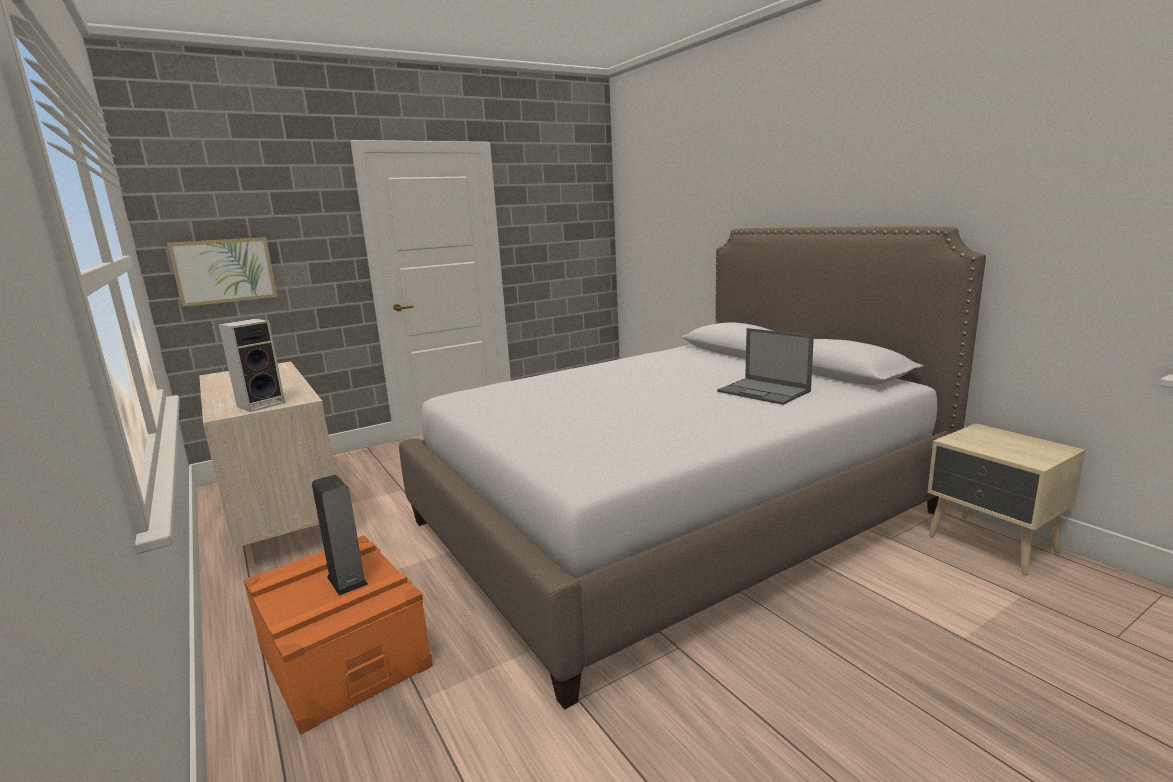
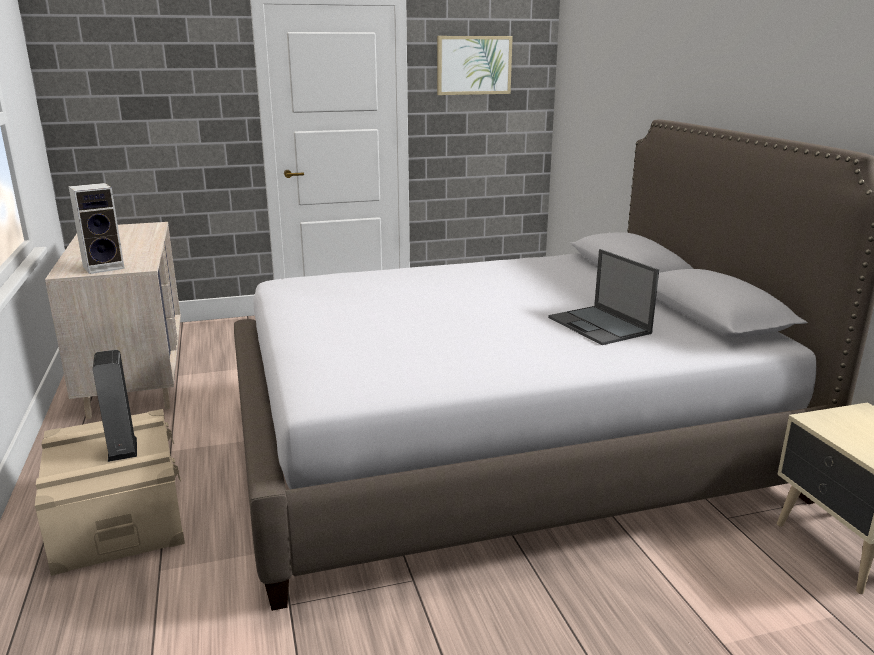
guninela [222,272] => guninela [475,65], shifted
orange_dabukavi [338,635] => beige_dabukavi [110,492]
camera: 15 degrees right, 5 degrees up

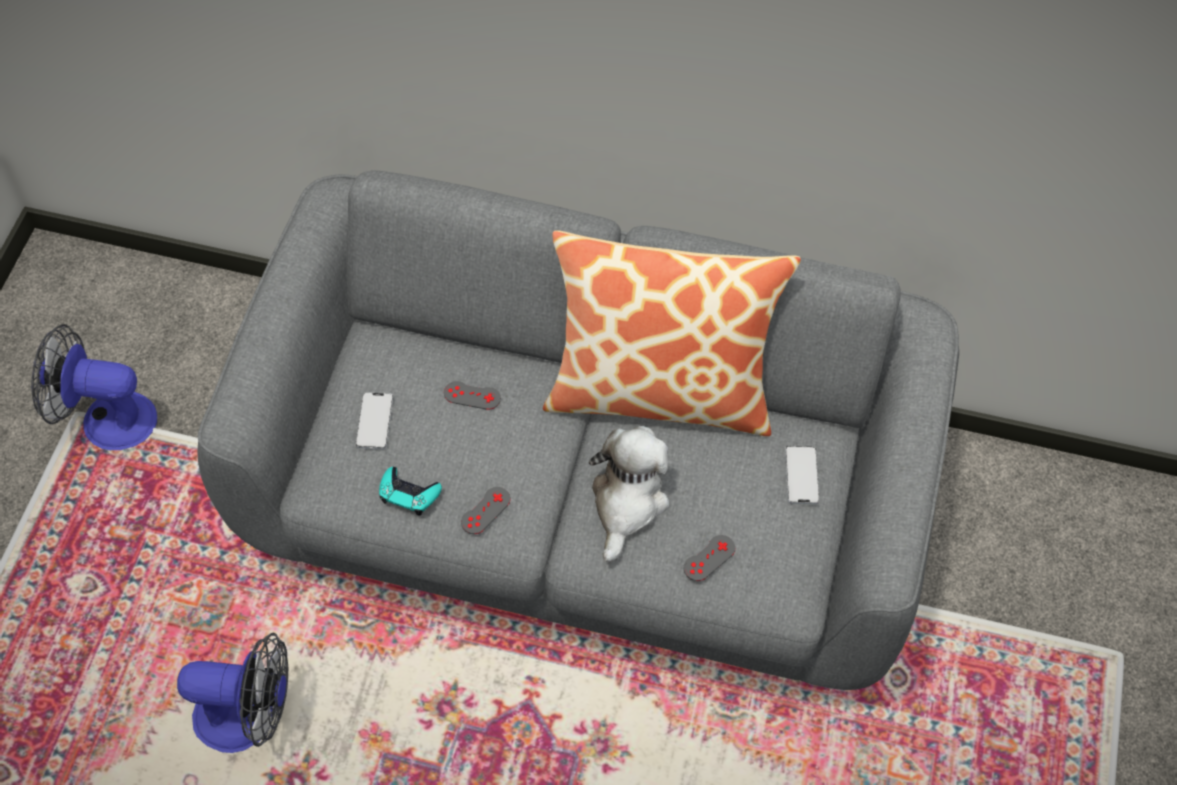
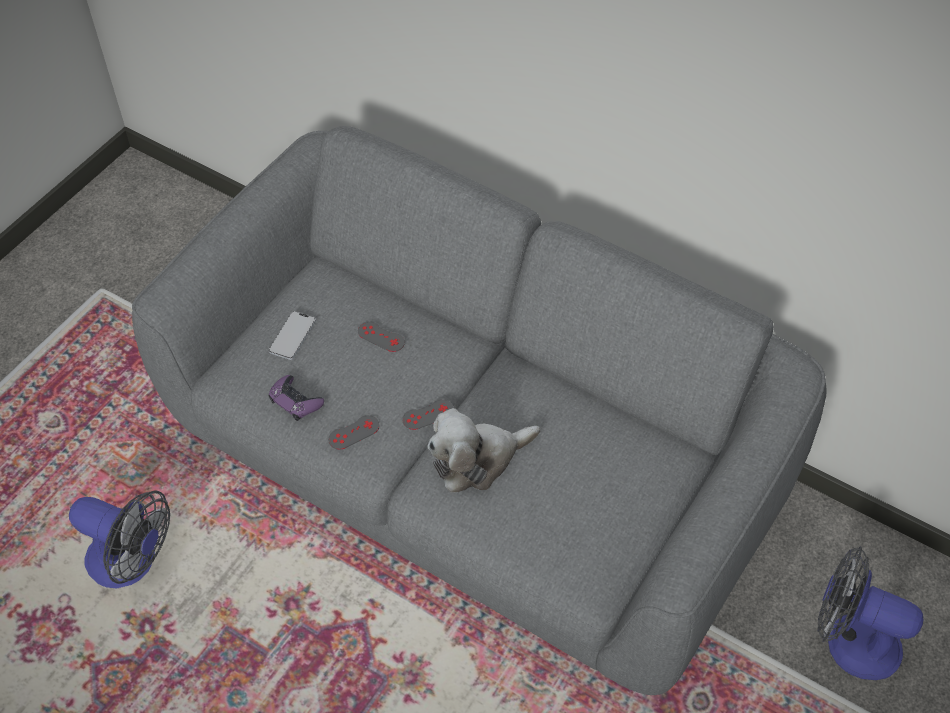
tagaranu [672,333] => nothing
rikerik [94,387] => rikerik [870,613], shifted
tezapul [629,494] => tezapul [483,450], 150 degrees counterclockwise
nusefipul [802,475] => nothing
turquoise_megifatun [410,491] => purple_megifatun [296,398]
grey_megifatun [709,558] => grey_megifatun [428,414], shifted
camera: 20 degrees right, 5 degrees down

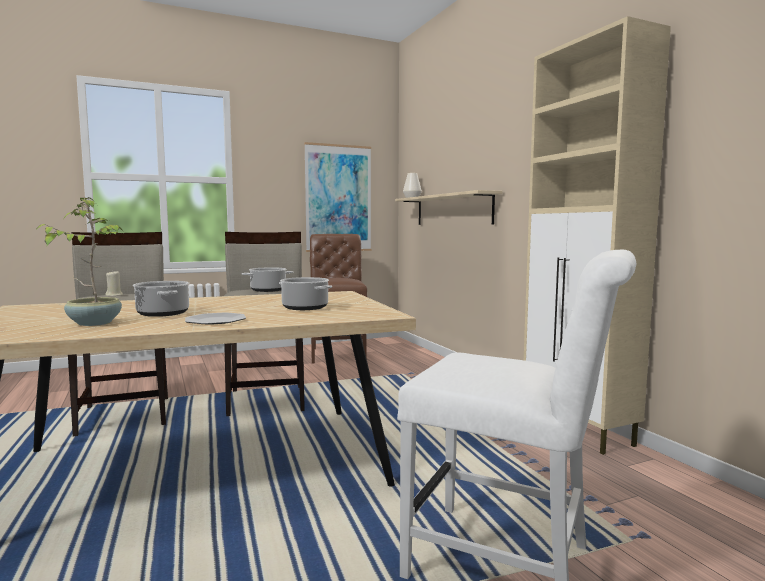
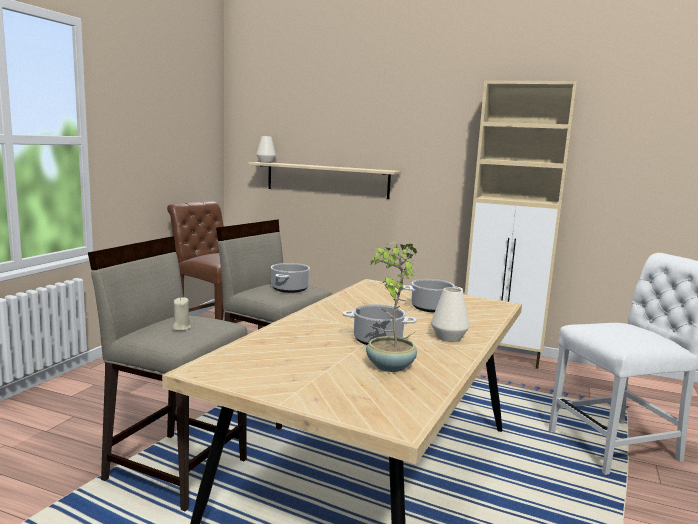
guninela [337,197] => nothing
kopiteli [215,318] => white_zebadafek [450,314]
camera: 45 degrees left, 5 degrees up

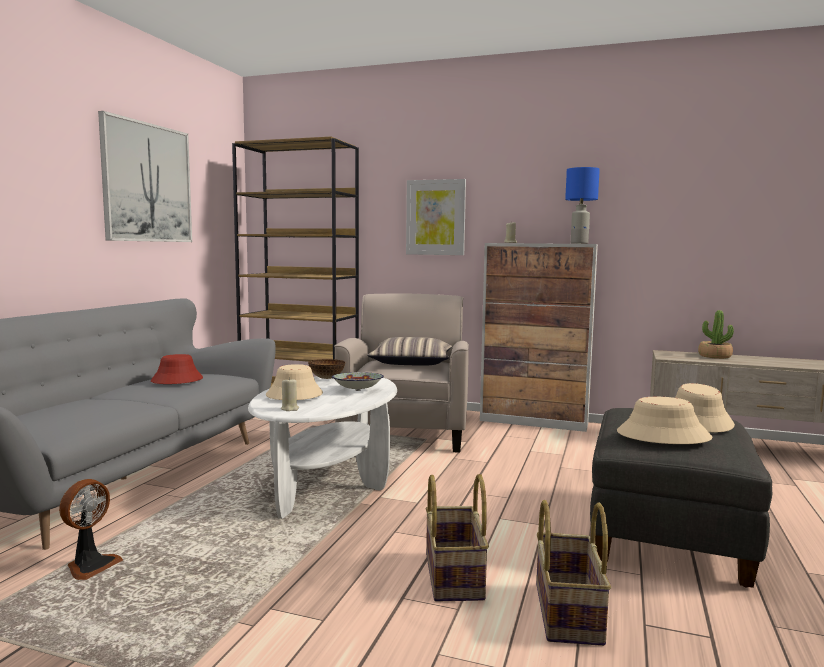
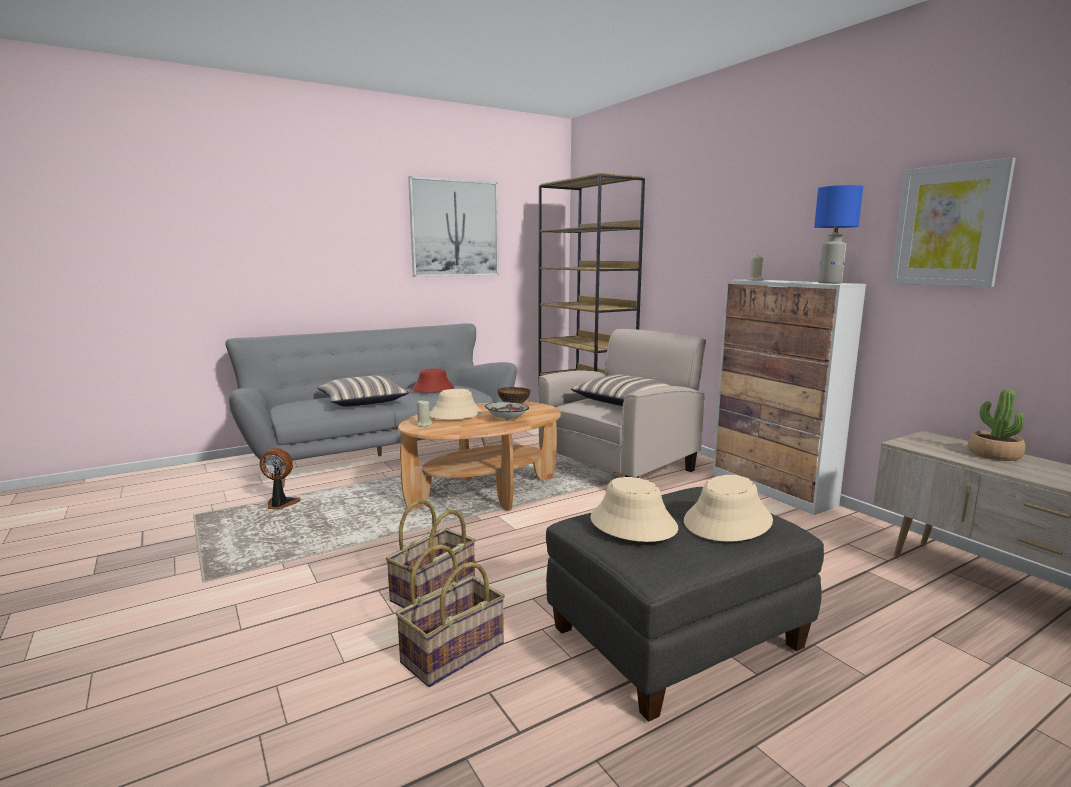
guninela [436,217] => guninela [953,222], shifted
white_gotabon [322,447] => brown_gotabon [479,456]
rikerik [91,529] => rikerik [280,478], 150 degrees counterclockwise
nothing => tagaranu [363,391]
camera: 40 degrees right, 5 degrees up

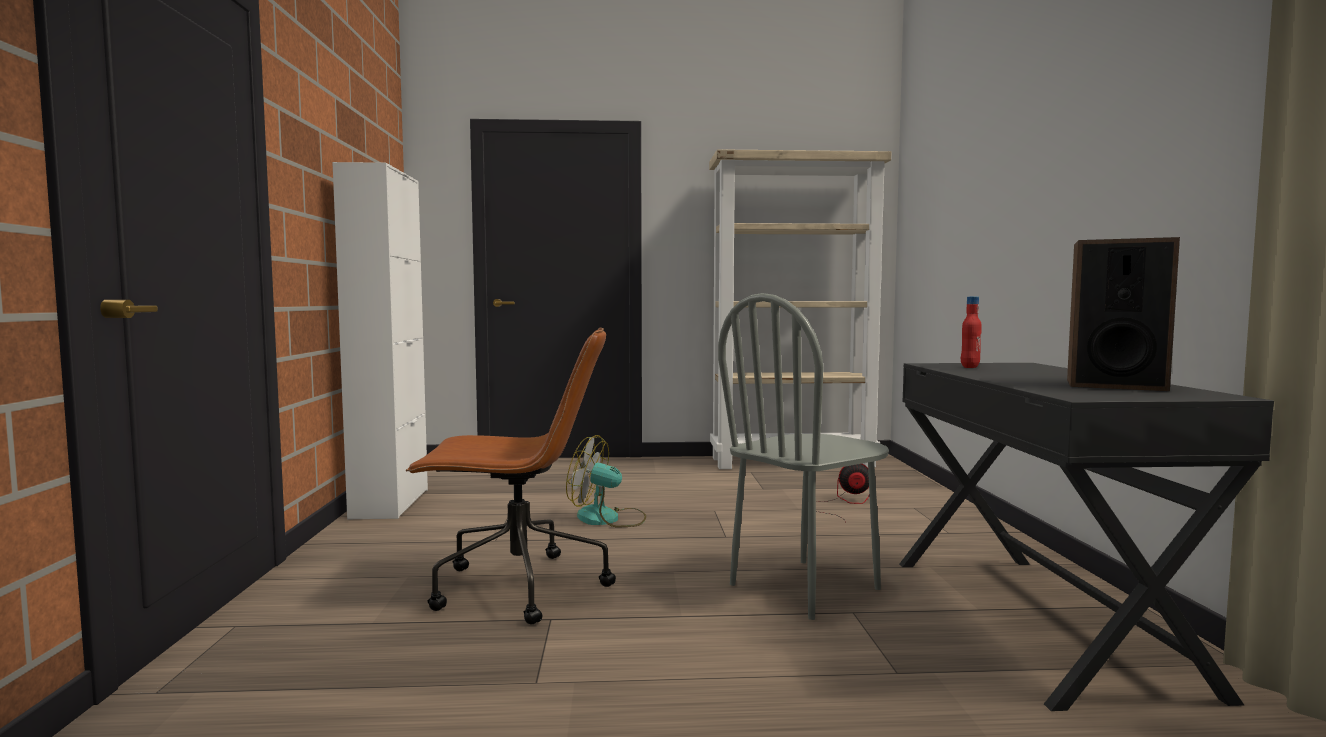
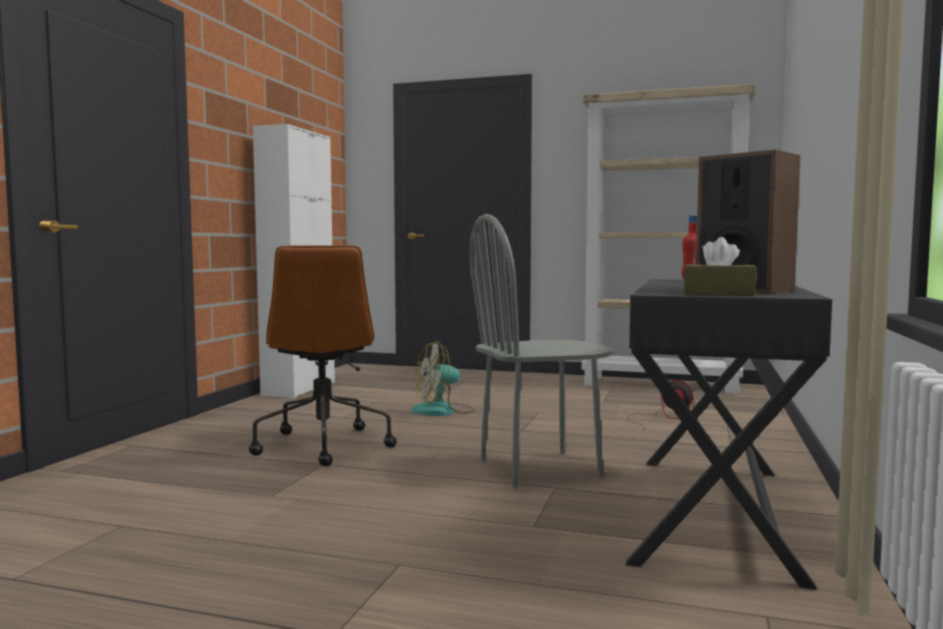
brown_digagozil [511,476] => brown_digagozil [323,355], 60 degrees clockwise
rikerik [606,481] => rikerik [443,378], 60 degrees counterclockwise
nothing => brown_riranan [720,266]
camera: 20 degrees right, 0 degrees up

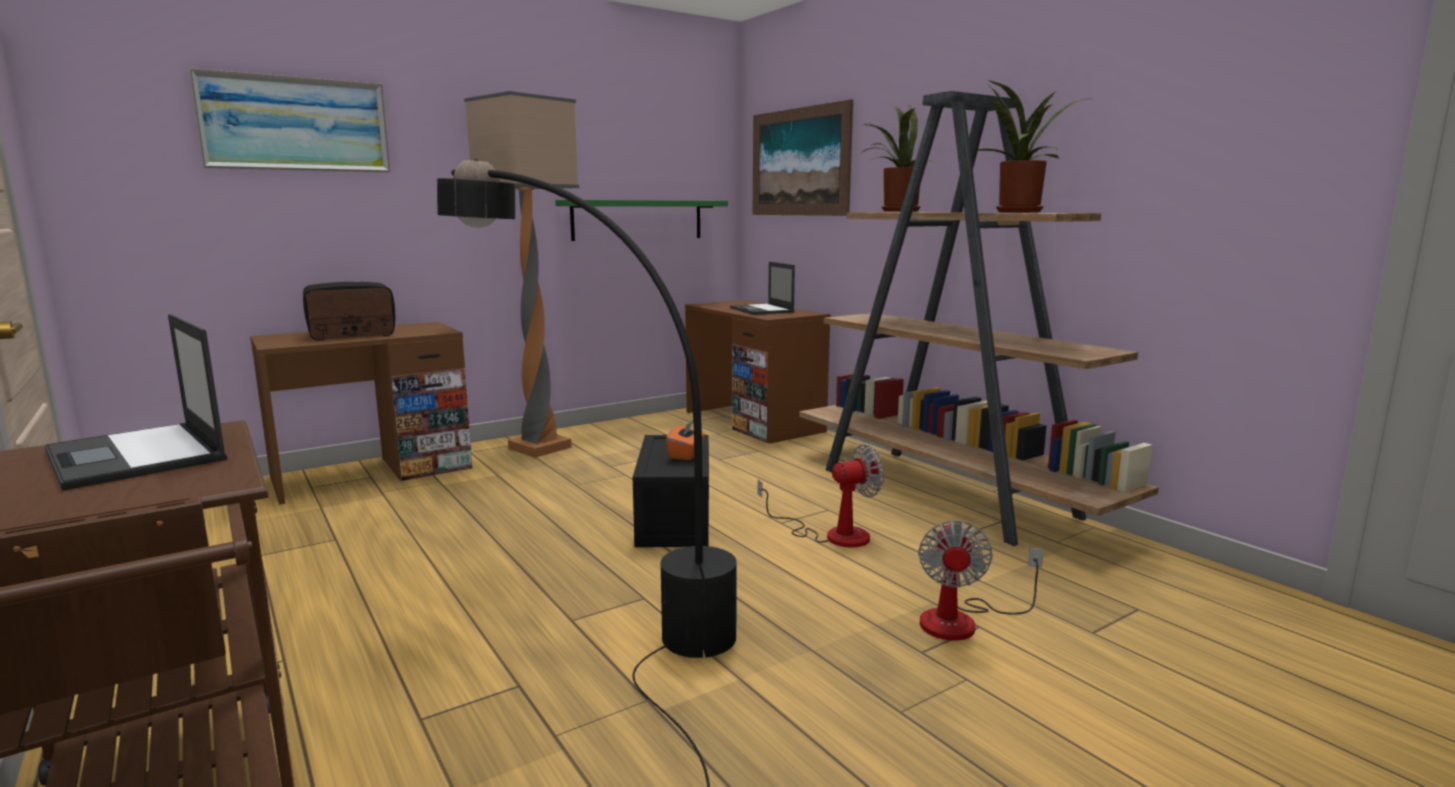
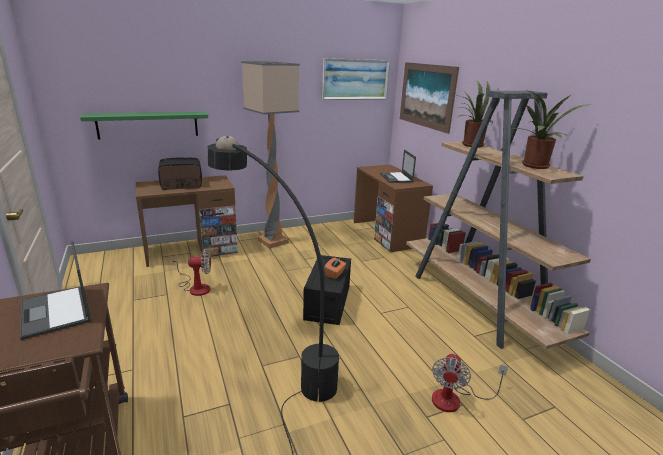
guninela [289,120] => guninela [356,79], shifted
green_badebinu [641,220] => green_badebinu [144,126], shifted
rikerik [821,495] => rikerik [191,272], shifted
camera: 10 degrees right, 10 degrees up

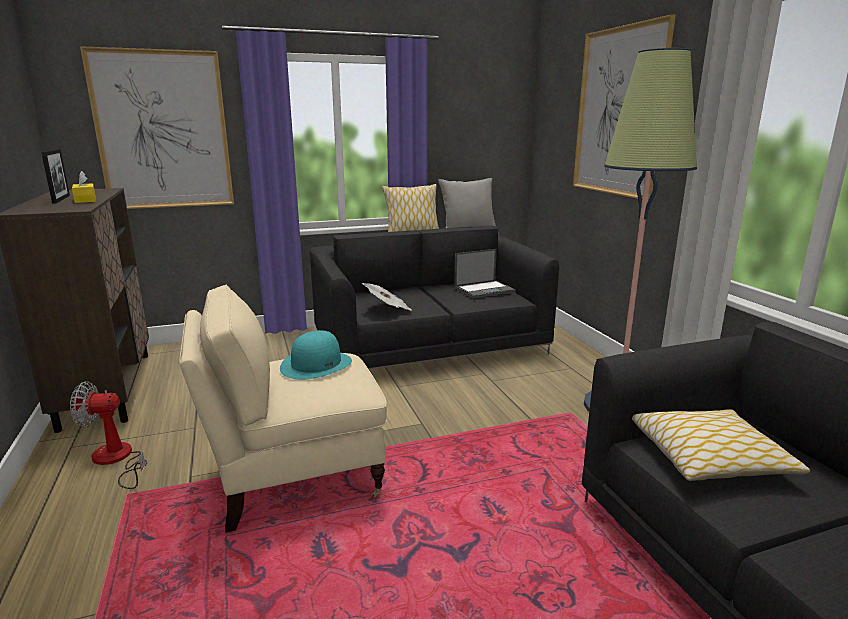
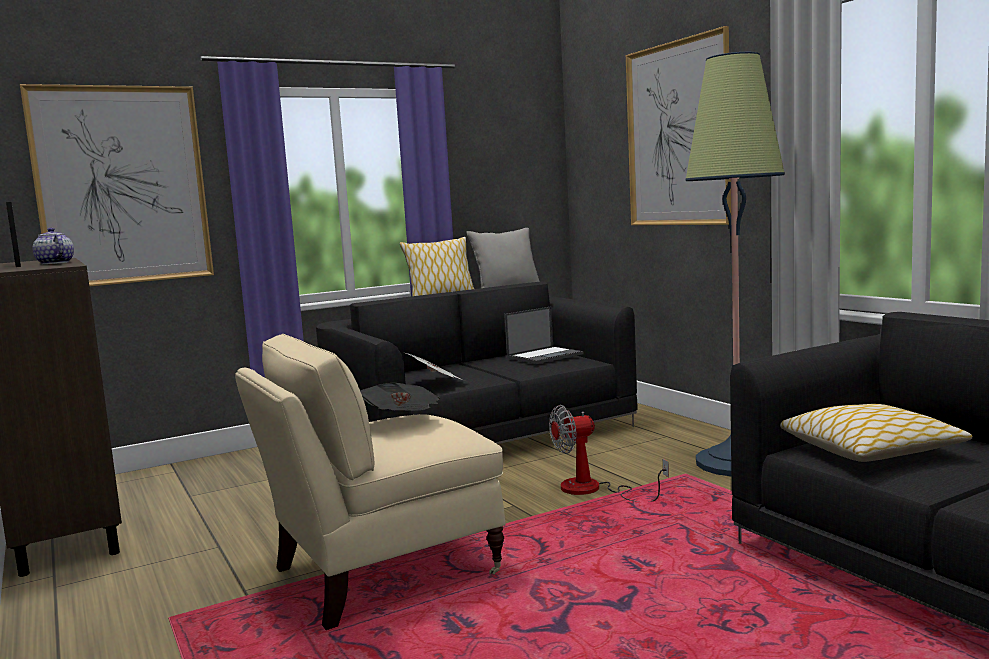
yellow_riranan [84,187] => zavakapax [53,246]
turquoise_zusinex [316,355] => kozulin [400,397]
rikerik [108,435] => rikerik [609,453], shifted
camera: 10 degrees left, 10 degrees down

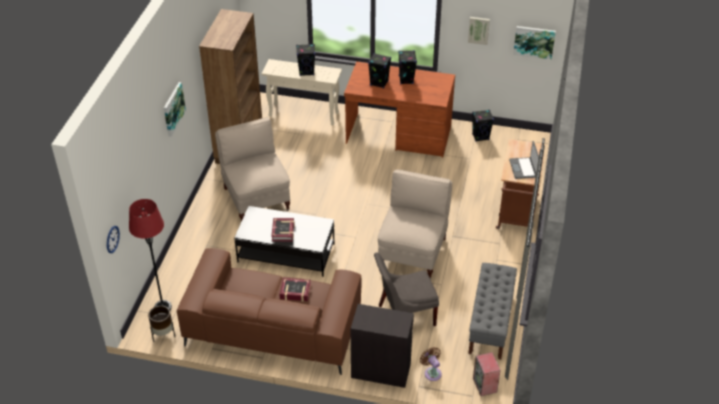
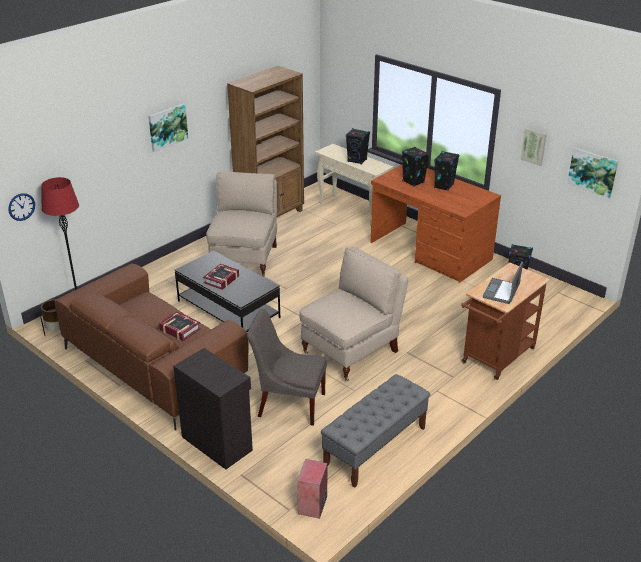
brown_rikerik [431,364] => nothing
camera: 30 degrees right, 10 degrees down

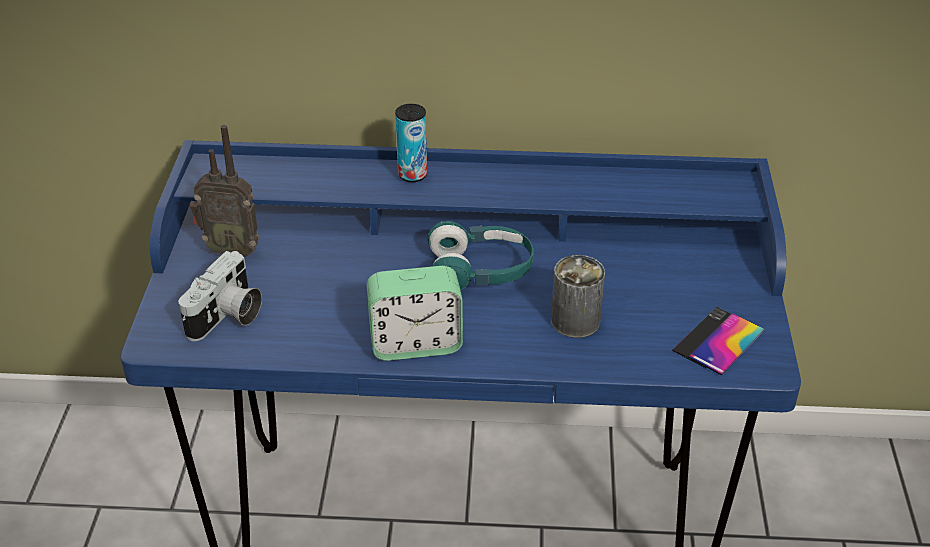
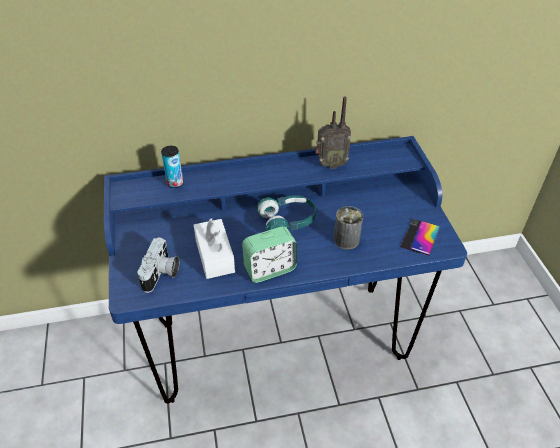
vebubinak [411,143] => vebubinak [172,167], shifted
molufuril [225,190] => molufuril [333,133], shifted
nothing => white_riranan [214,249]
camera: 15 degrees left, 5 degrees up

